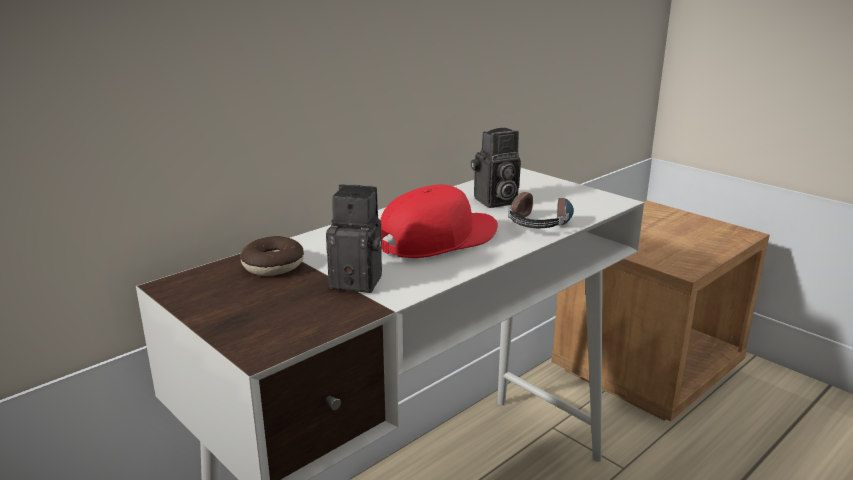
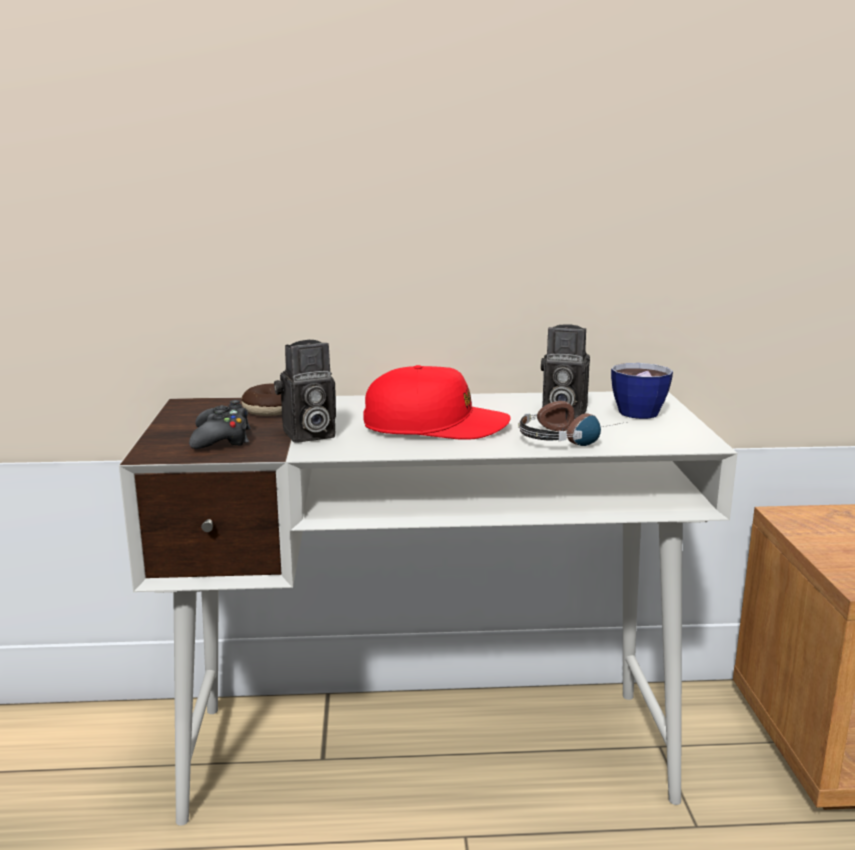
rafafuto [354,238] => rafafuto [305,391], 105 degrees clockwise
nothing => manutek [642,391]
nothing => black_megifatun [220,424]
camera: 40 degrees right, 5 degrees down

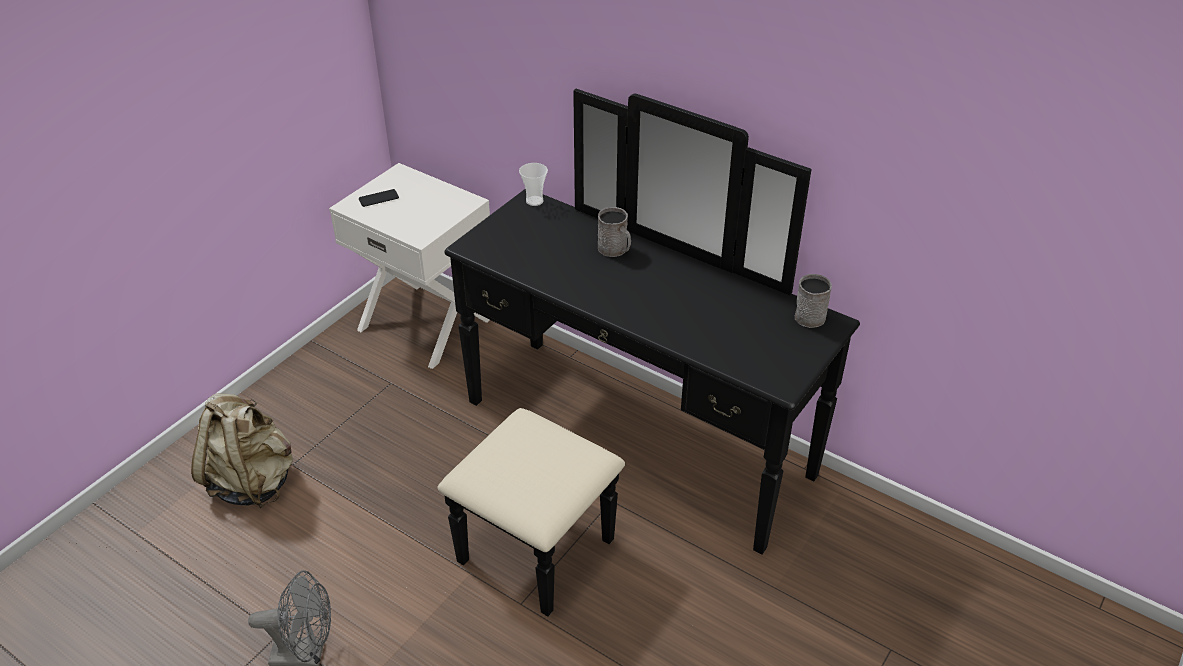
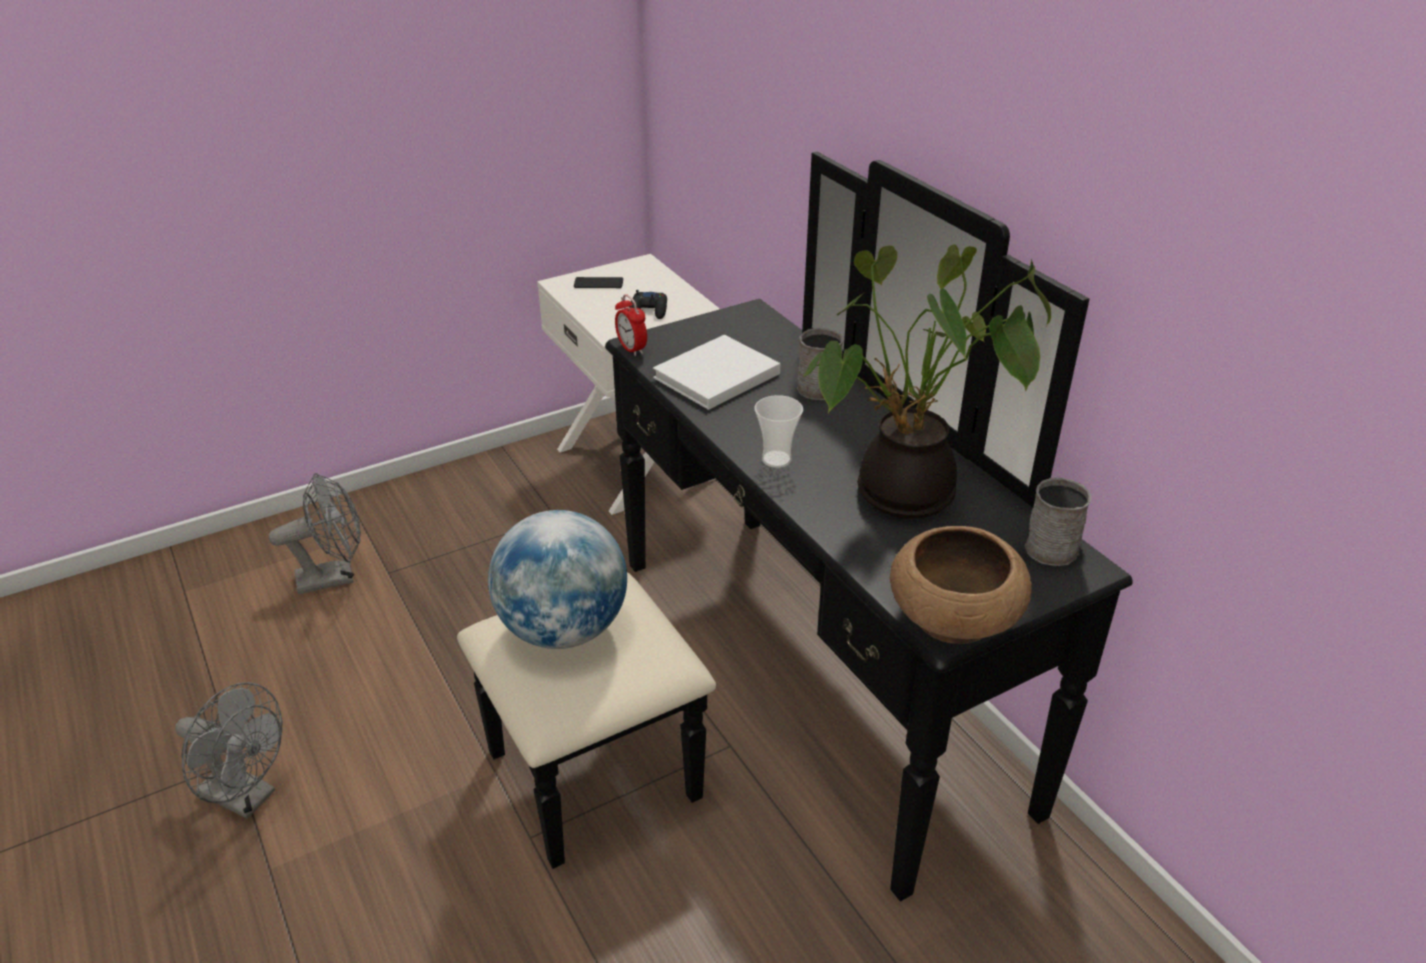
manutek [533,184] => manutek [779,431], shifted
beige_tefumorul [242,450] => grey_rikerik [315,533]
nothing => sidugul [927,381]
nothing => black_megifatun [648,304]
nothing => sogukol [631,325]
nothing => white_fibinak [716,372]
nothing => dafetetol [557,579]
nothing => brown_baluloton [961,585]
camera: 25 degrees right, 5 degrees down

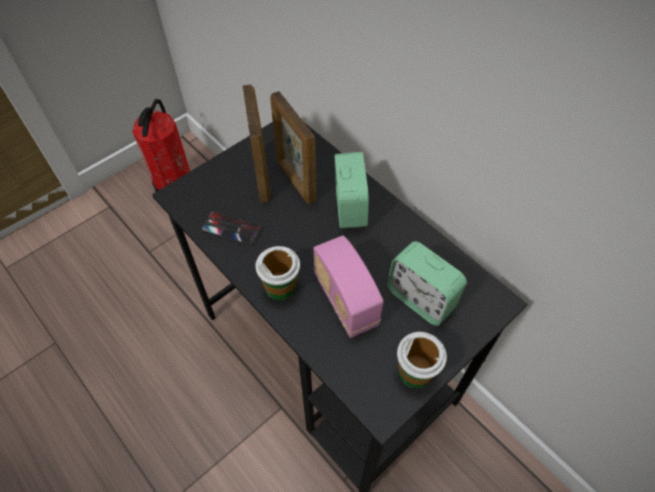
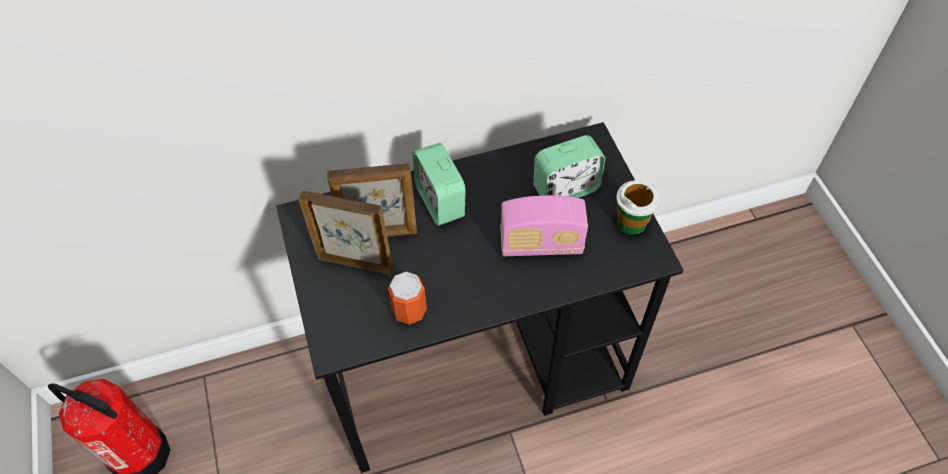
sogukol [351,190] => sogukol [439,184], 135 degrees counterclockwise
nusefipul [231,228] => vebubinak [407,298]
manutek [278,273] => nothing
camera: 65 degrees left, 0 degrees up

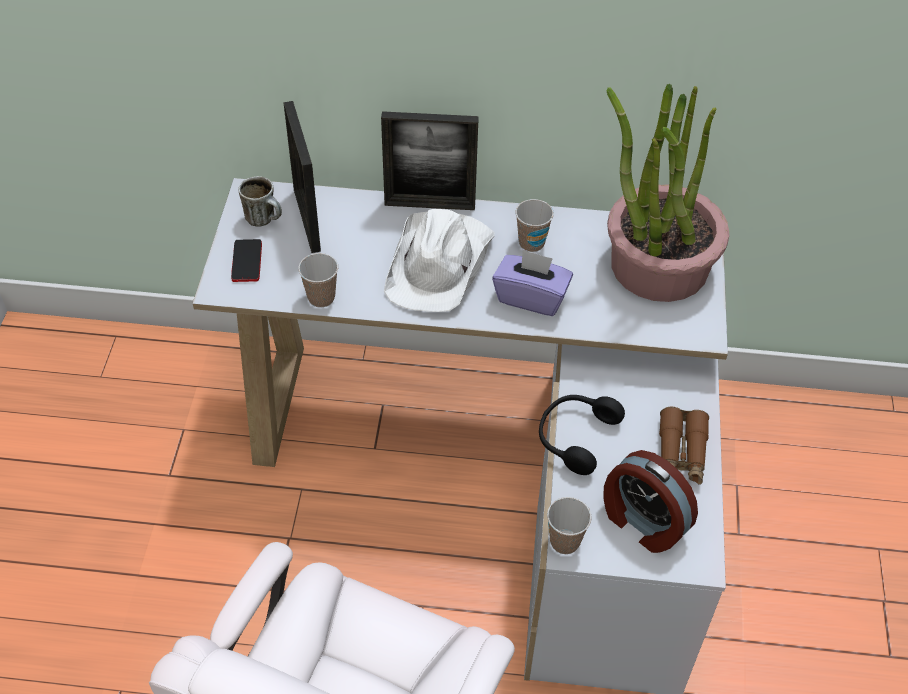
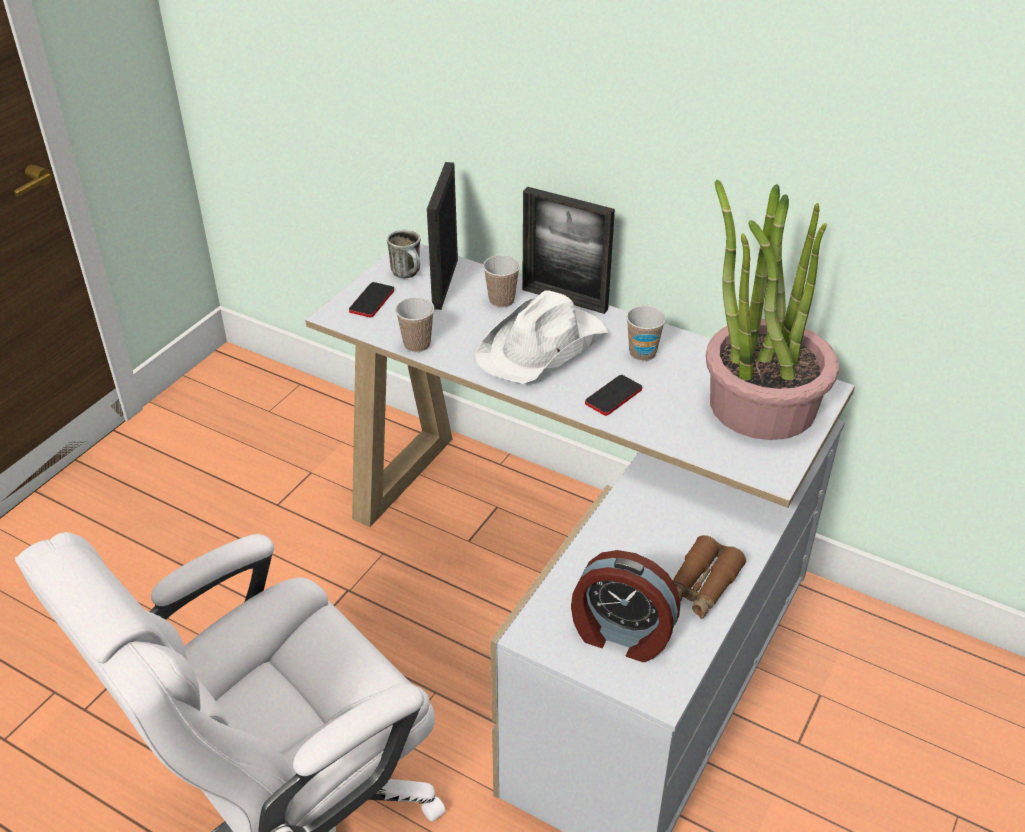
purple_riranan [532,282] => nusefipul [613,395]
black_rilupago [582,435] => nothing
sogukol [650,501] => sogukol [626,606], 45 degrees counterclockwise
manutek [569,525] => manutek [501,281], shifted
camera: 25 degrees right, 10 degrees down

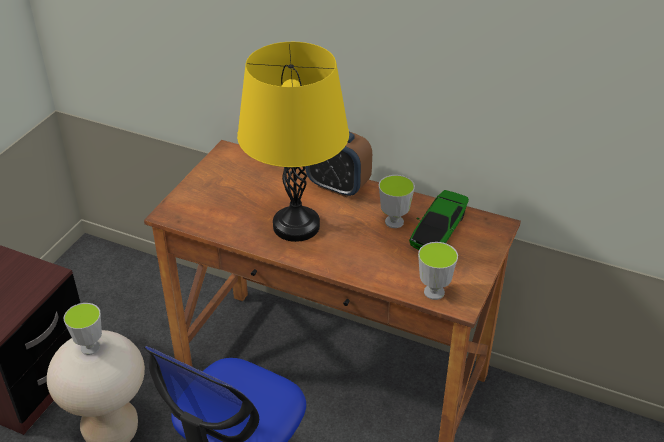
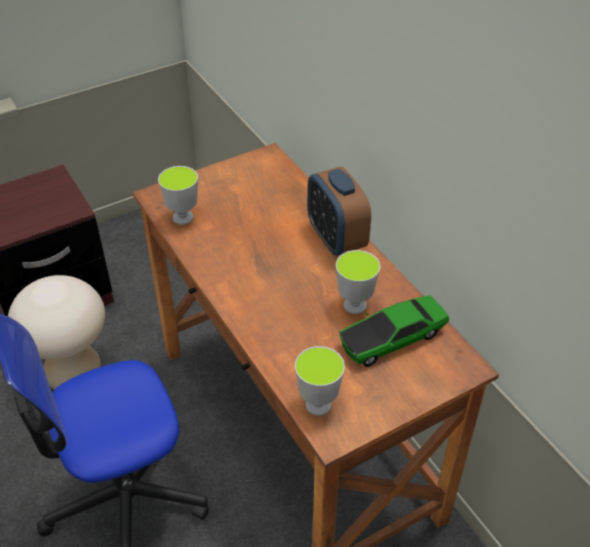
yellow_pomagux [293,142] => nothing
manutek [83,329] => manutek [178,195], shifted
camera: 35 degrees right, 5 degrees up

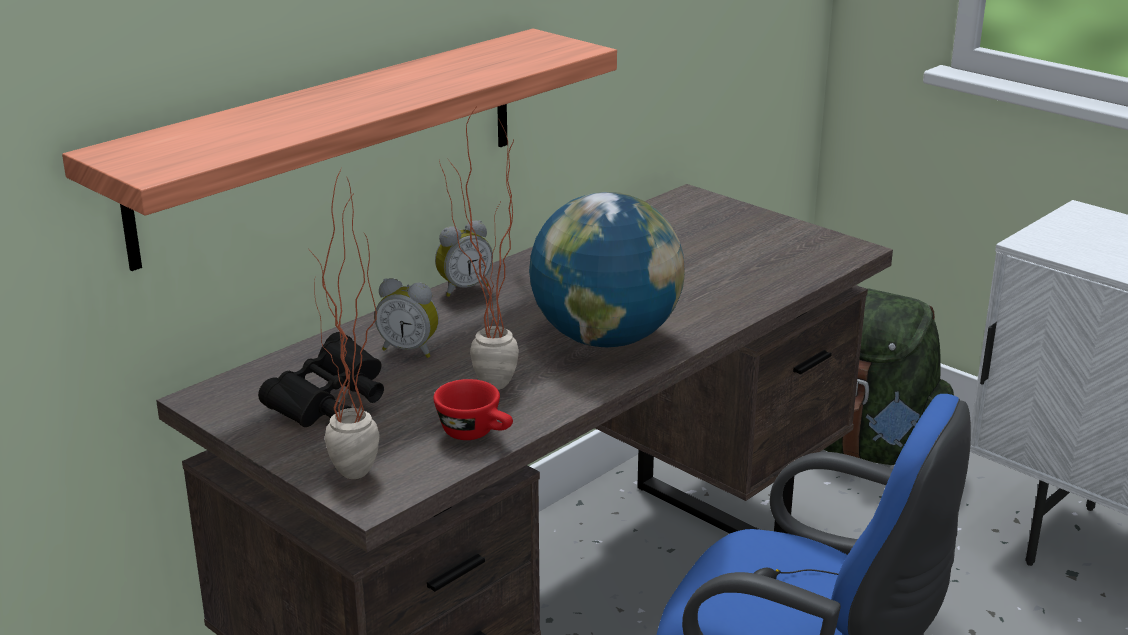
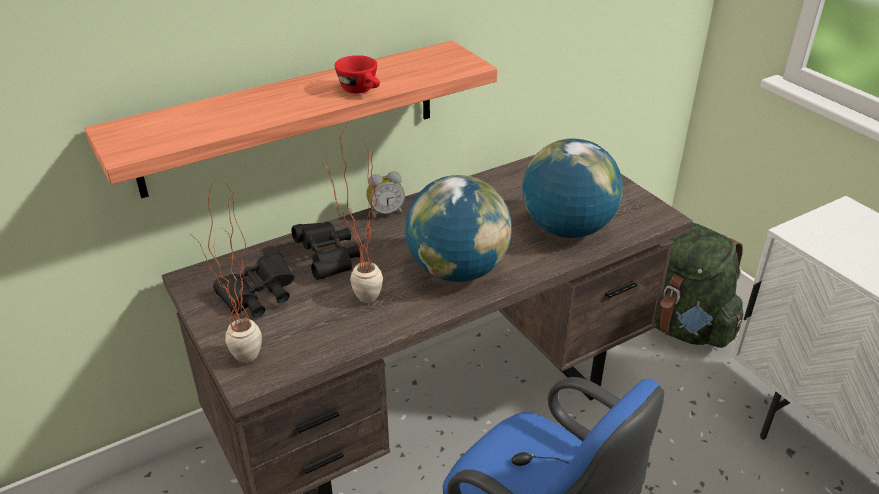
sogukol [407,318] => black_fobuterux [326,251]
red_manutek [473,409] => red_manutek [357,74], shifted
nothing => dafetetol [572,188]
camera: 15 degrees right, 10 degrees up

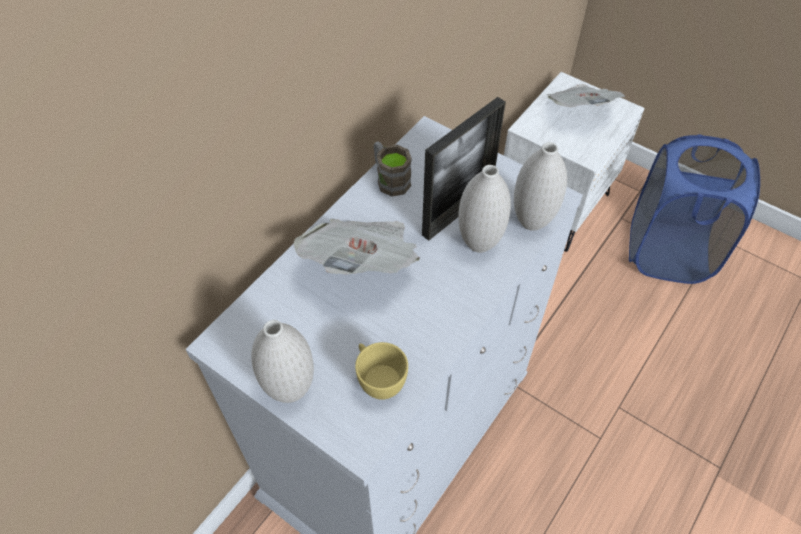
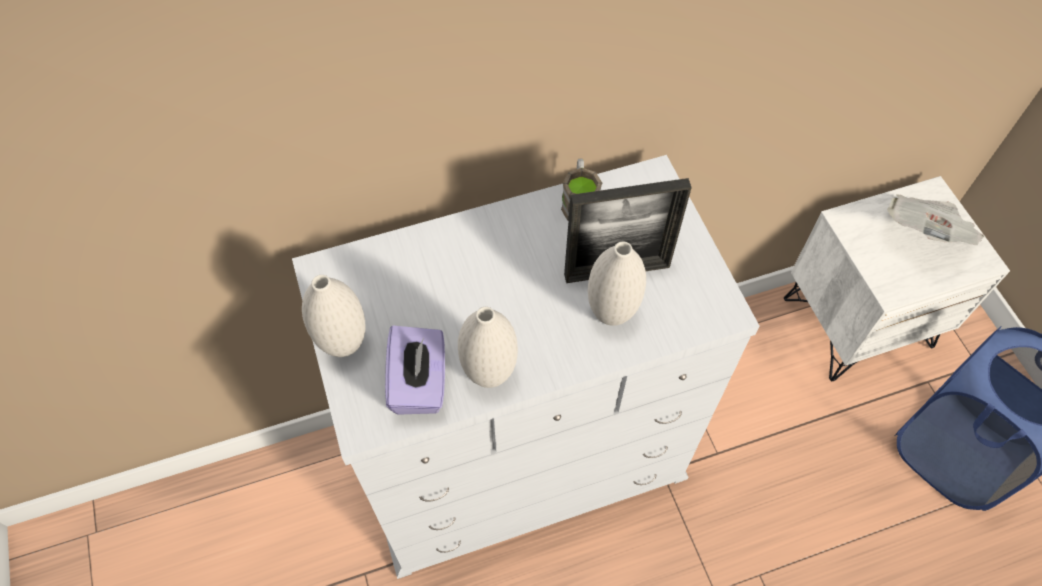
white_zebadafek [540,186] => white_zebadafek [488,347], shifted
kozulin [357,246] => nothing
yellow_manutek [381,371] => purple_riranan [415,370]
camera: 35 degrees right, 5 degrees up

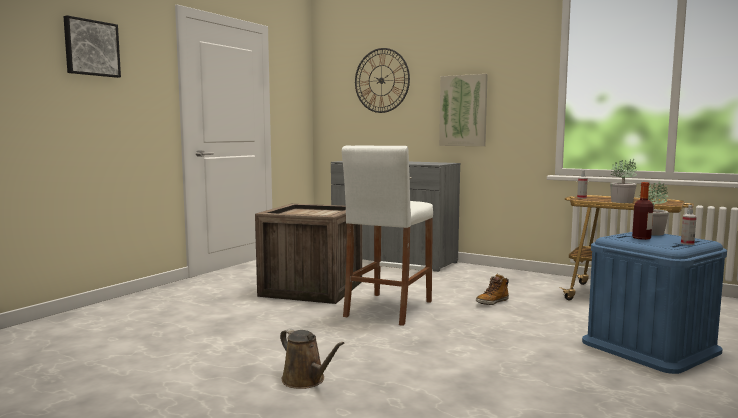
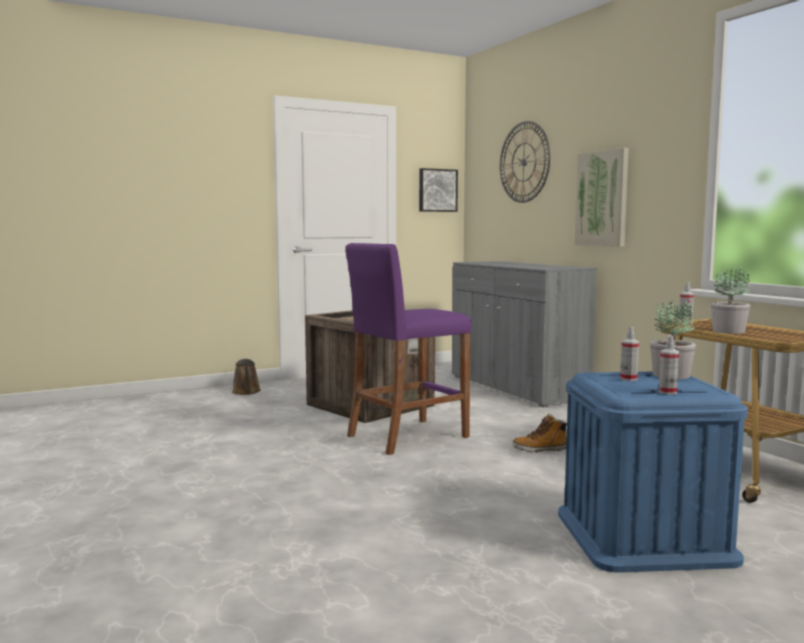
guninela [92,46] => guninela [438,190], shifted
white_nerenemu [387,235] => purple_nerenemu [408,349]
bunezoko [642,211] => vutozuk [629,354]
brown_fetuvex [312,358] => brown_fetuvex [246,377], shifted
camera: 30 degrees right, 0 degrees up

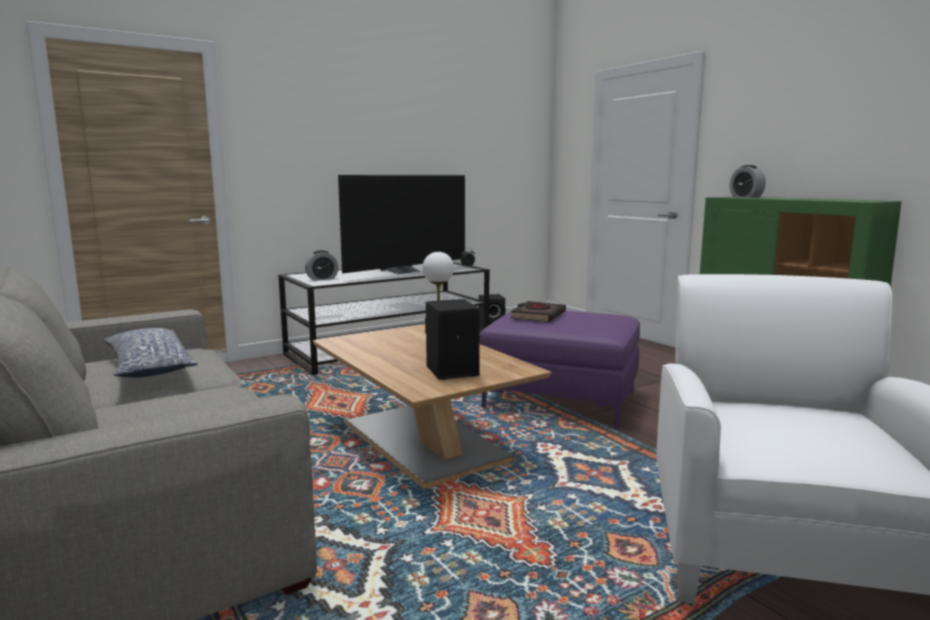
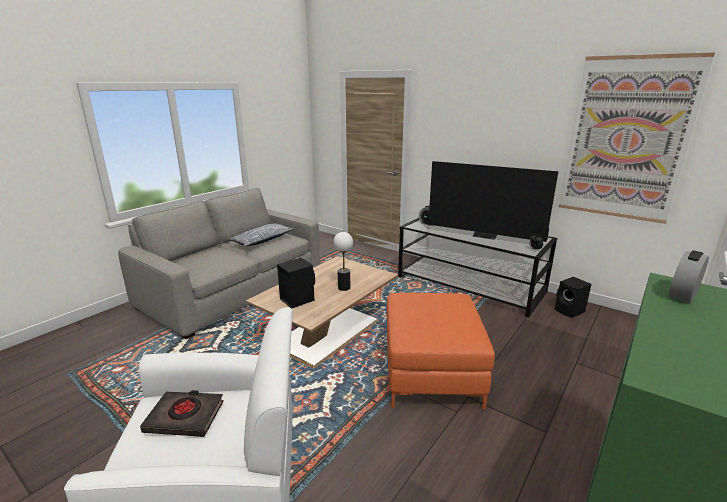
black_fibinak [538,311] => black_fibinak [182,413], shifted
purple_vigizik [560,369] => orange_vigizik [441,351]
nothing => guninela [637,138]
camera: 70 degrees right, 10 degrees up

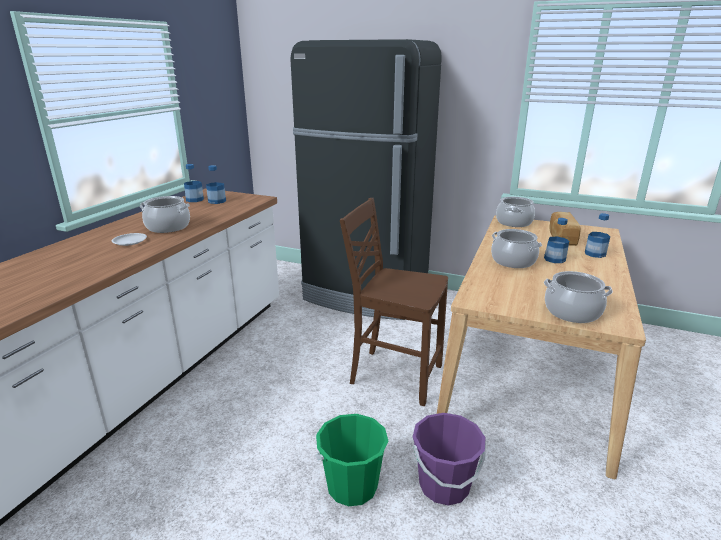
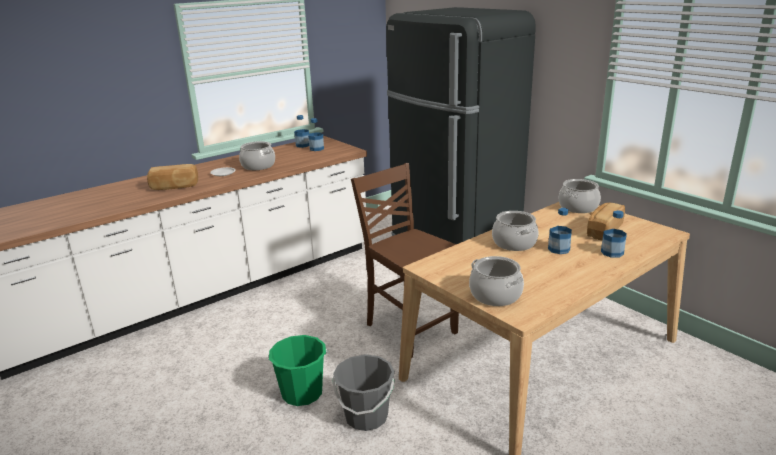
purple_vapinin [449,459] => grey_vapinin [363,392]
nothing => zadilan [172,177]
camera: 30 degrees right, 0 degrees up

